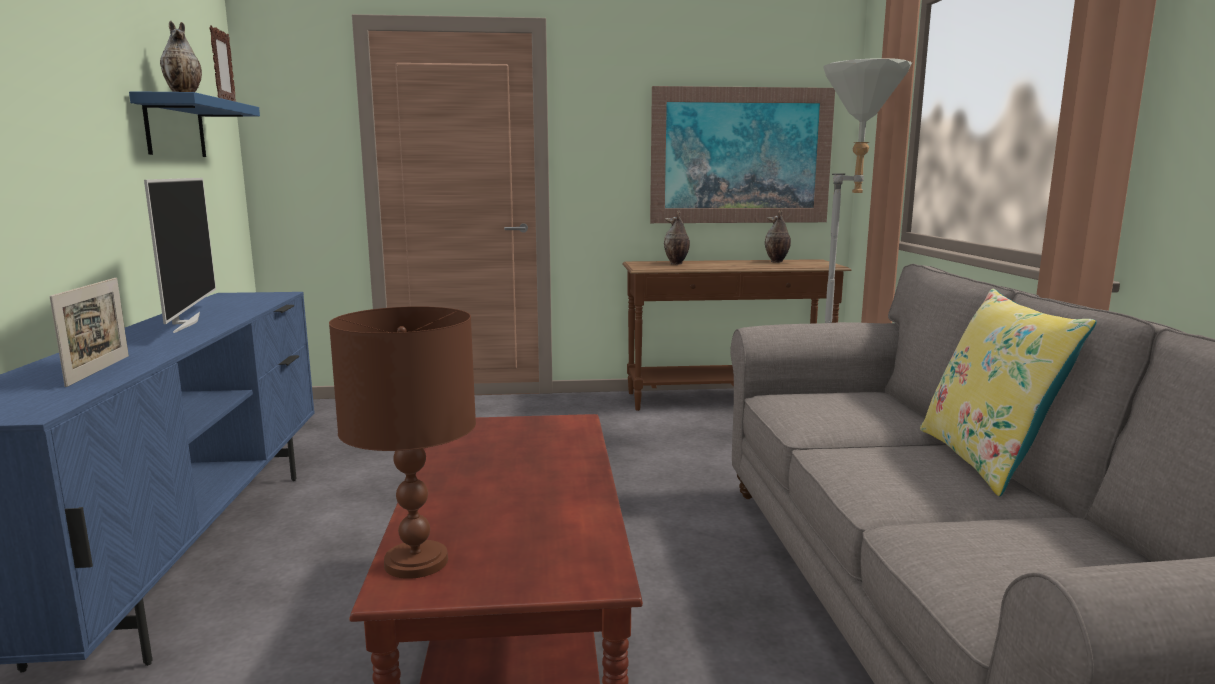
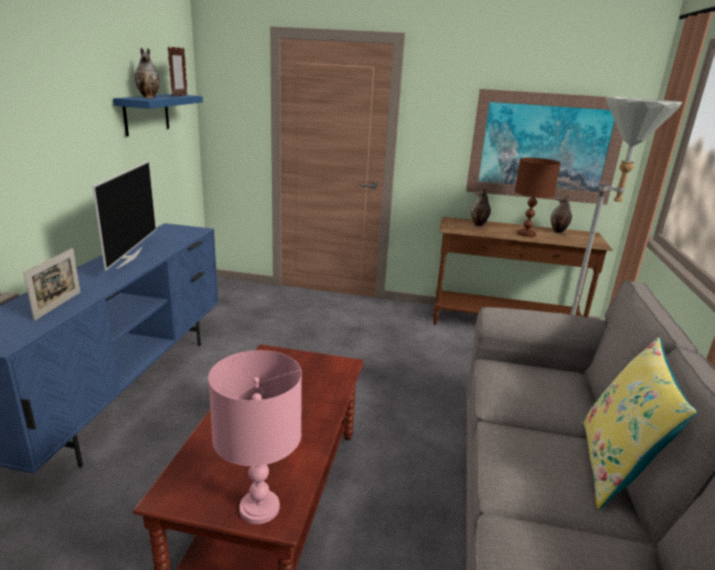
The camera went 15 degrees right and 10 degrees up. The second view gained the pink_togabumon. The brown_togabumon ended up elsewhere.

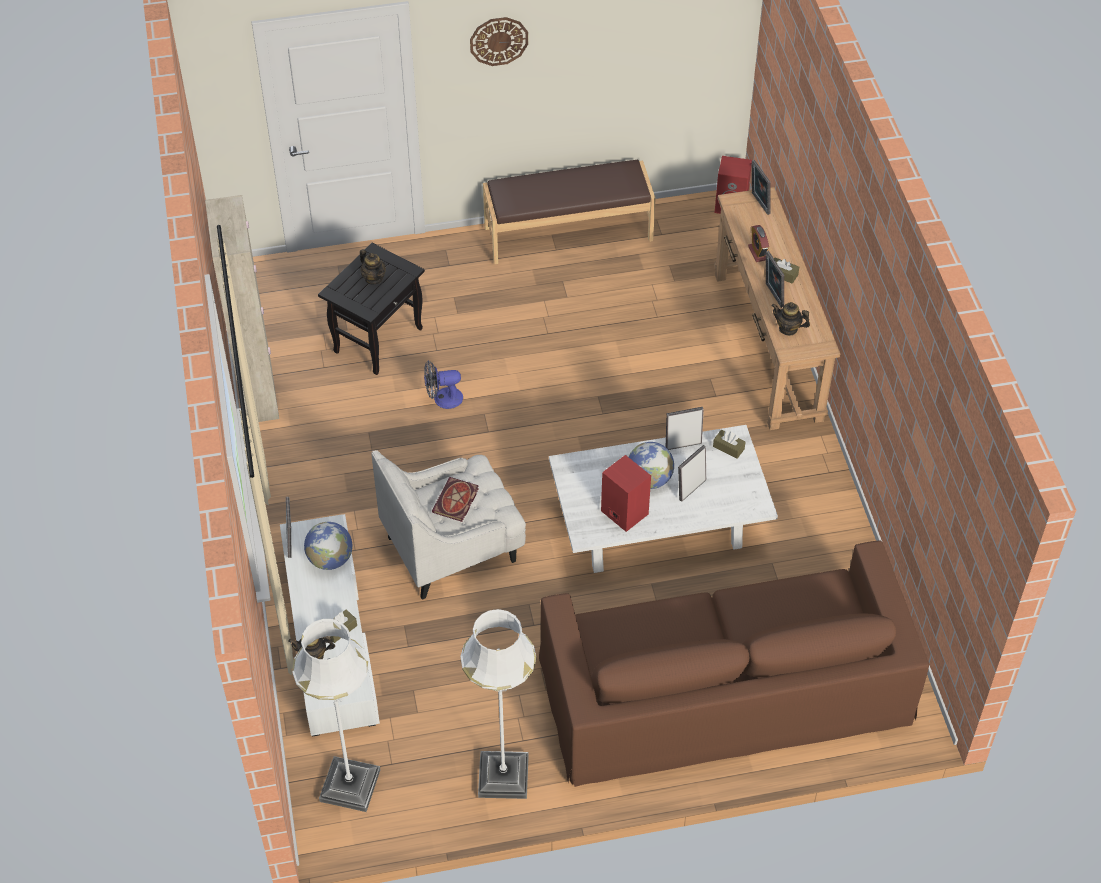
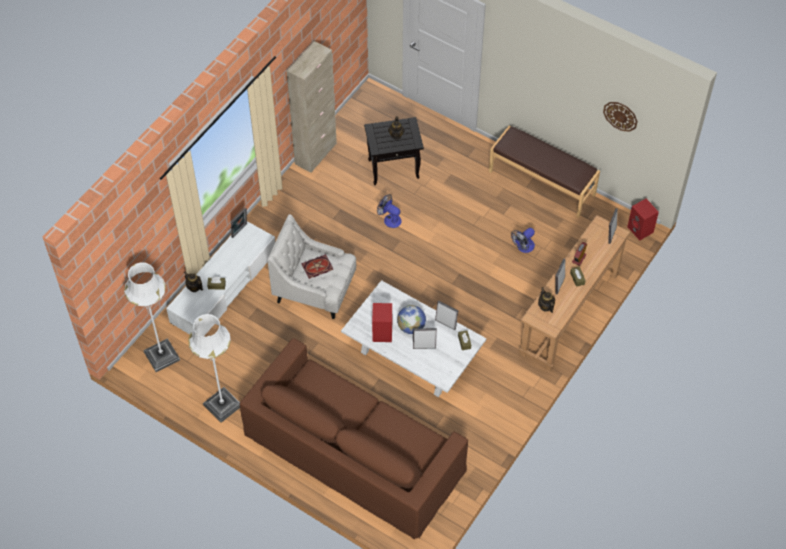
The camera went 45 degrees right and 5 degrees up. The second view lost the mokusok (no. 1 from left). The second view gained the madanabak (no. 2 from left). The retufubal ended up elsewhere.

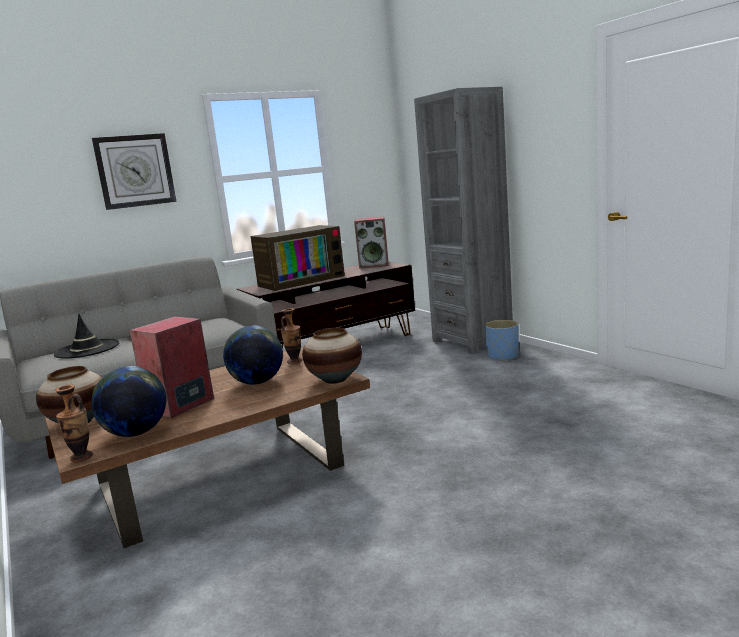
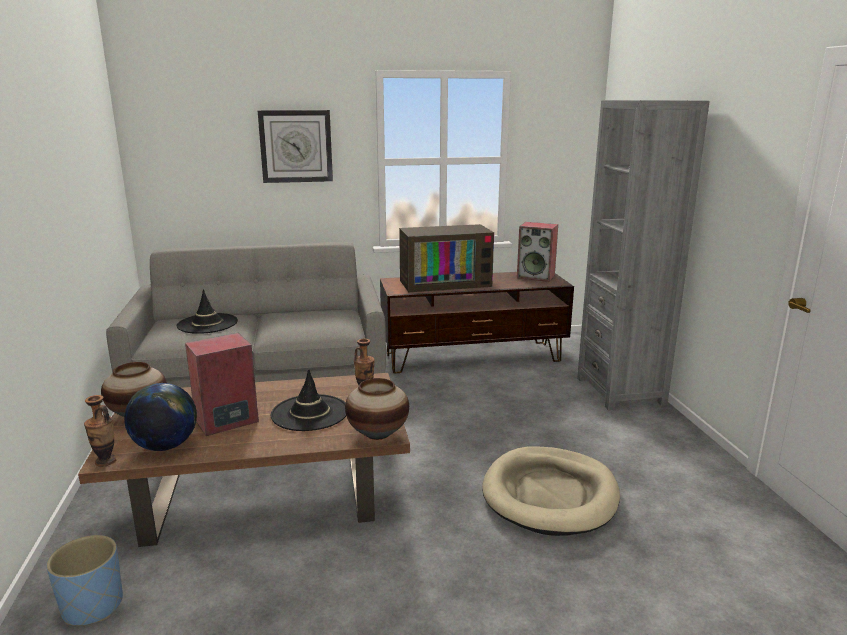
The camera went 20 degrees right and 5 degrees up. The second view gained the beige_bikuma. The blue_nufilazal ended up elsewhere. Where the mokusok (no. 2 from left) stood, the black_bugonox (no. 2 from left) came to stand.

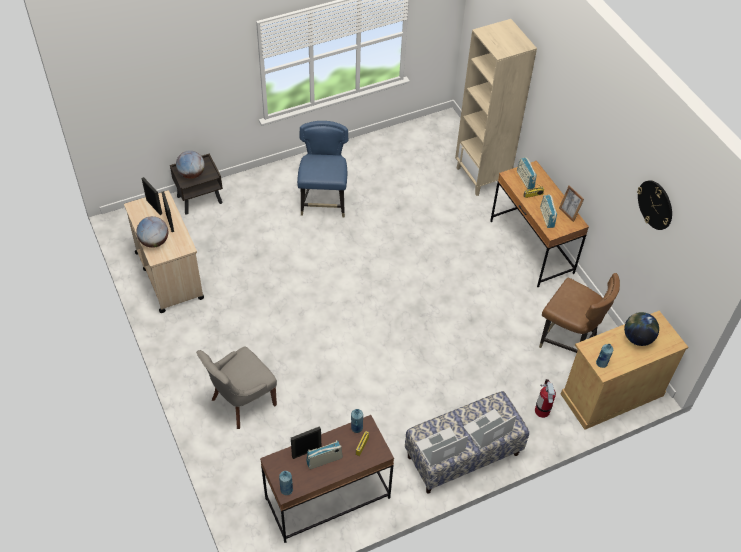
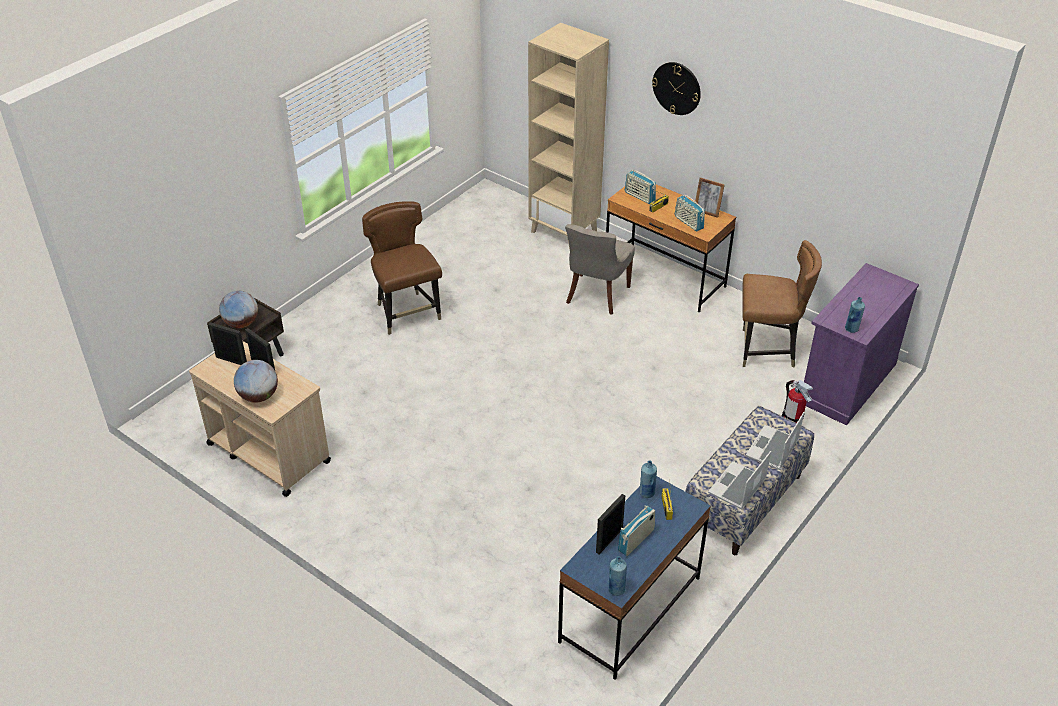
The camera went 25 degrees left and 10 degrees down. The second view lost the mokusok (no. 3 from left). The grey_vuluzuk ended up elsewhere. The retufubal ended up elsewhere. What was the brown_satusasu (no. 1 from left) turned into the blue_satusasu. What was the blue_vuluzuk turned into the brown_vuluzuk (no. 1 from left). What was the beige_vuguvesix turned into the purple_vuguvesix.

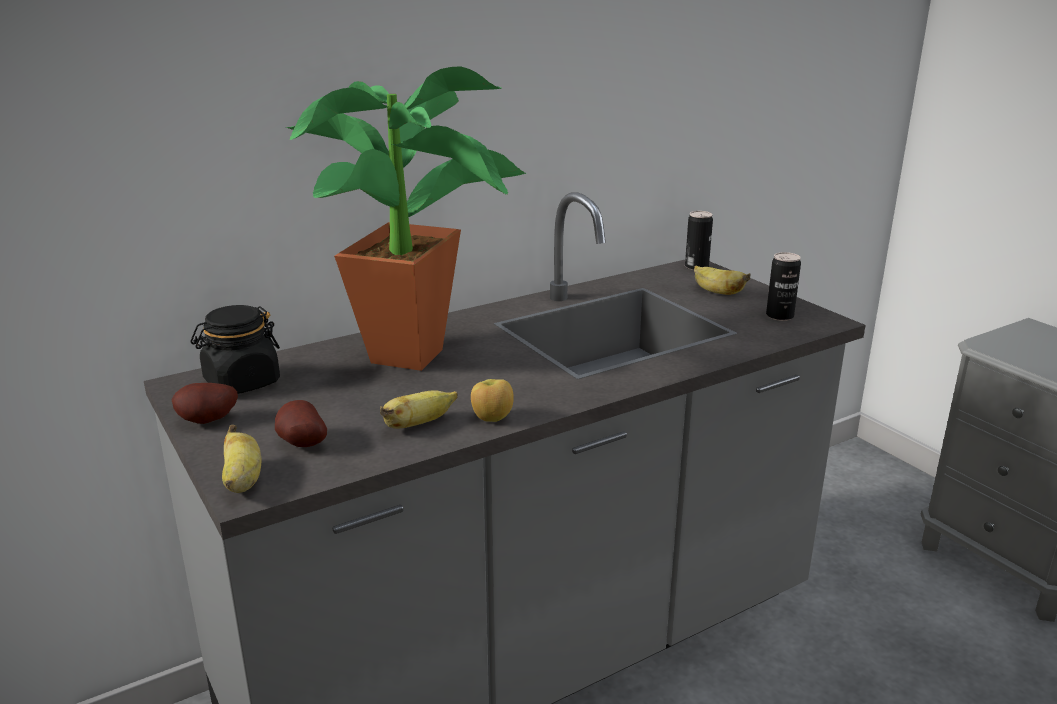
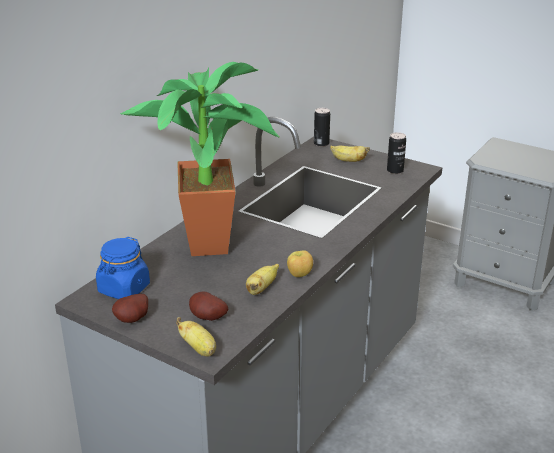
The camera went 25 degrees left and 5 degrees up. What was the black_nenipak turned into the blue_nenipak.

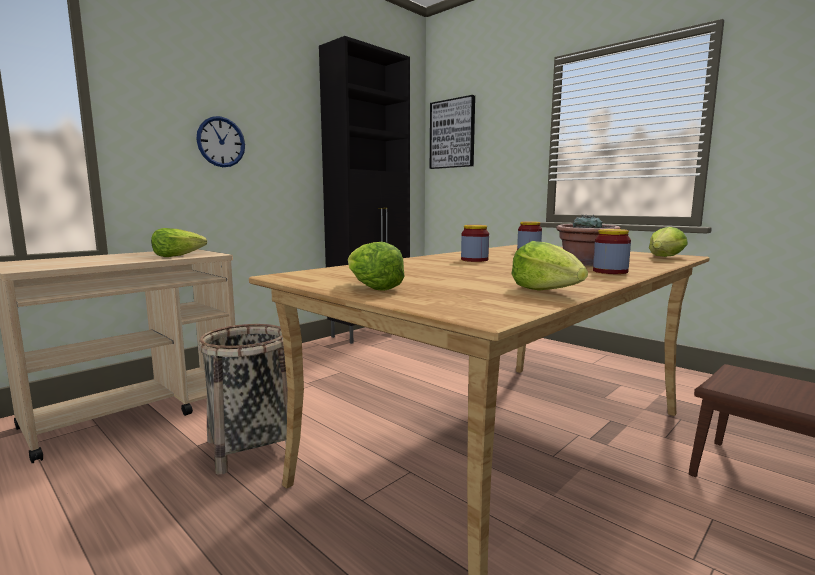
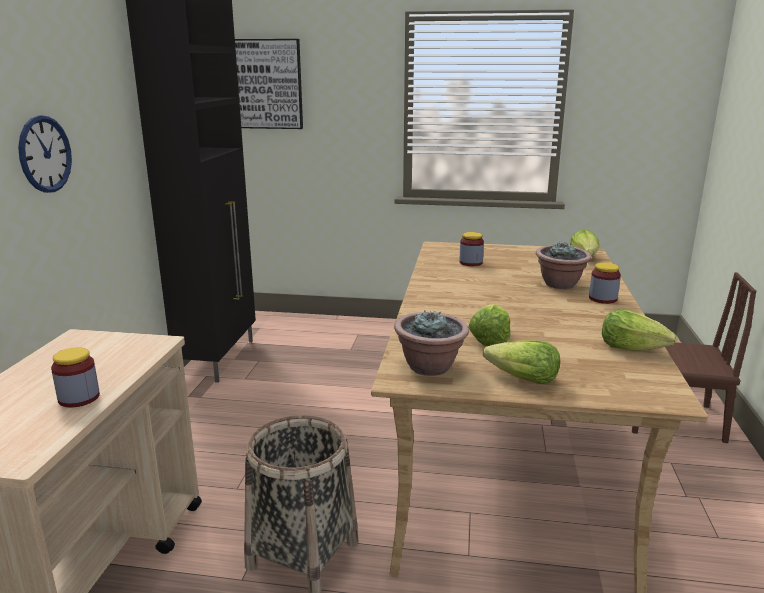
The camera went 35 degrees left and 10 degrees up. The second view gained the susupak (no. 1 from left). The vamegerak (no. 1 from left) ended up elsewhere. The nenipak (no. 1 from left) ended up elsewhere.

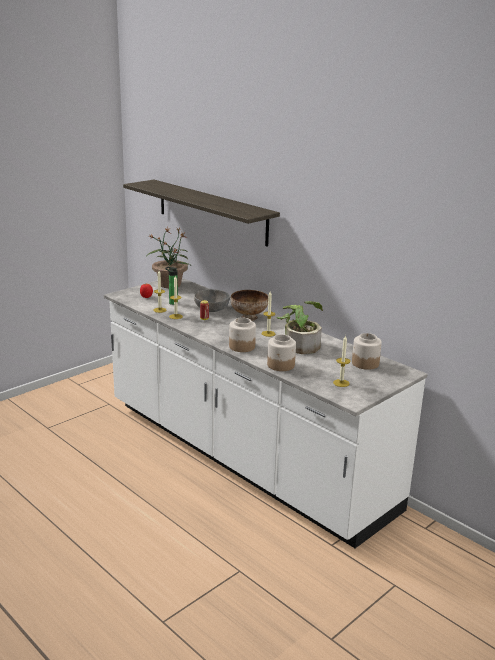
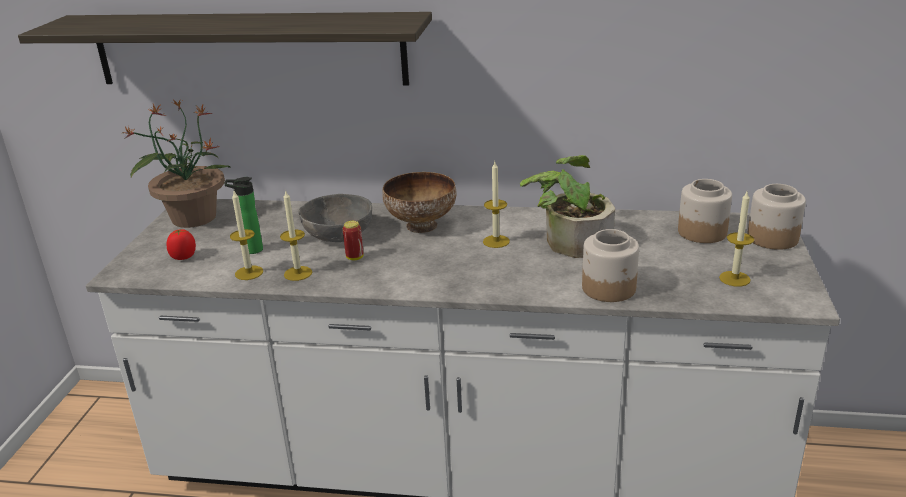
The camera went 35 degrees left and 5 degrees up. The nenipak (no. 1 from left in the first image) ended up elsewhere.

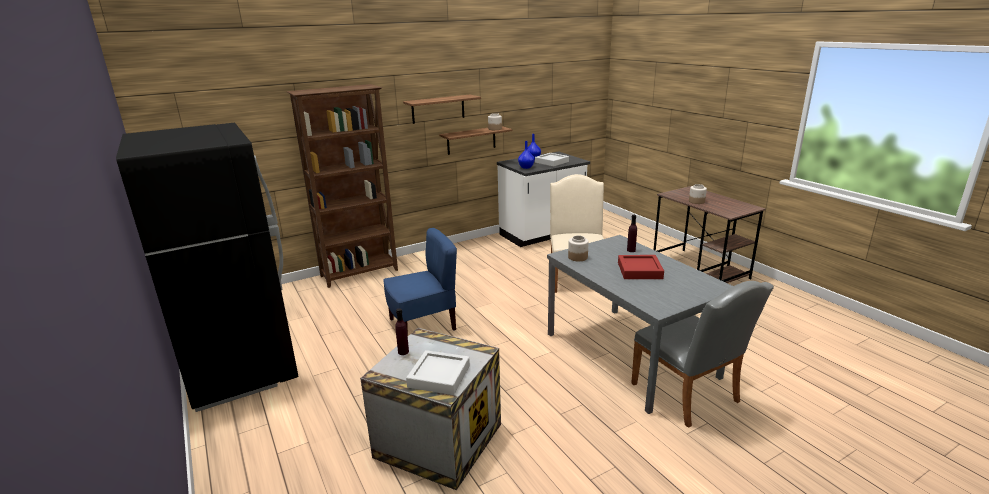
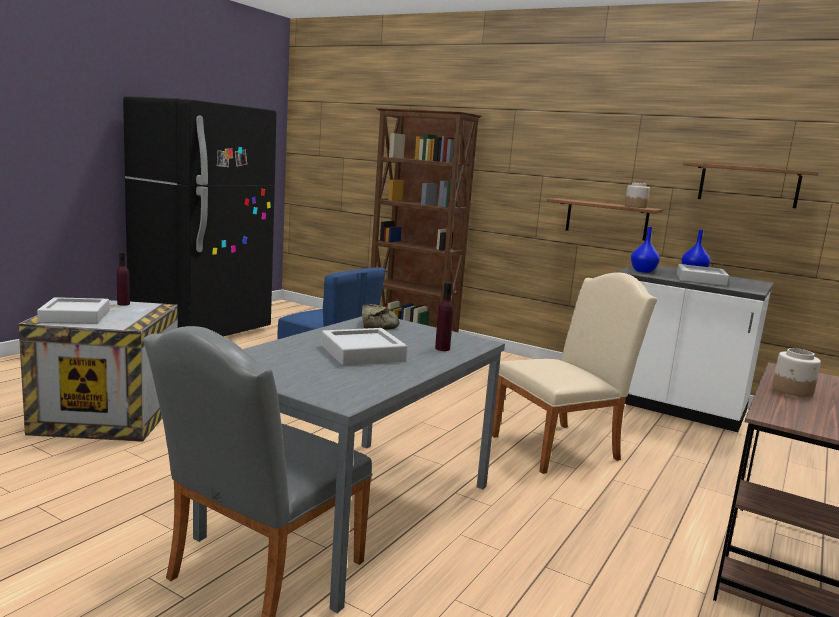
The camera went 60 degrees right and 10 degrees down. The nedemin (no. 1 from left in the first image) ended up elsewhere. Where the nenipak (no. 2 from left) stood, the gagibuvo came to stand. What was the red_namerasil turned into the grey_namerasil (no. 2 from left).

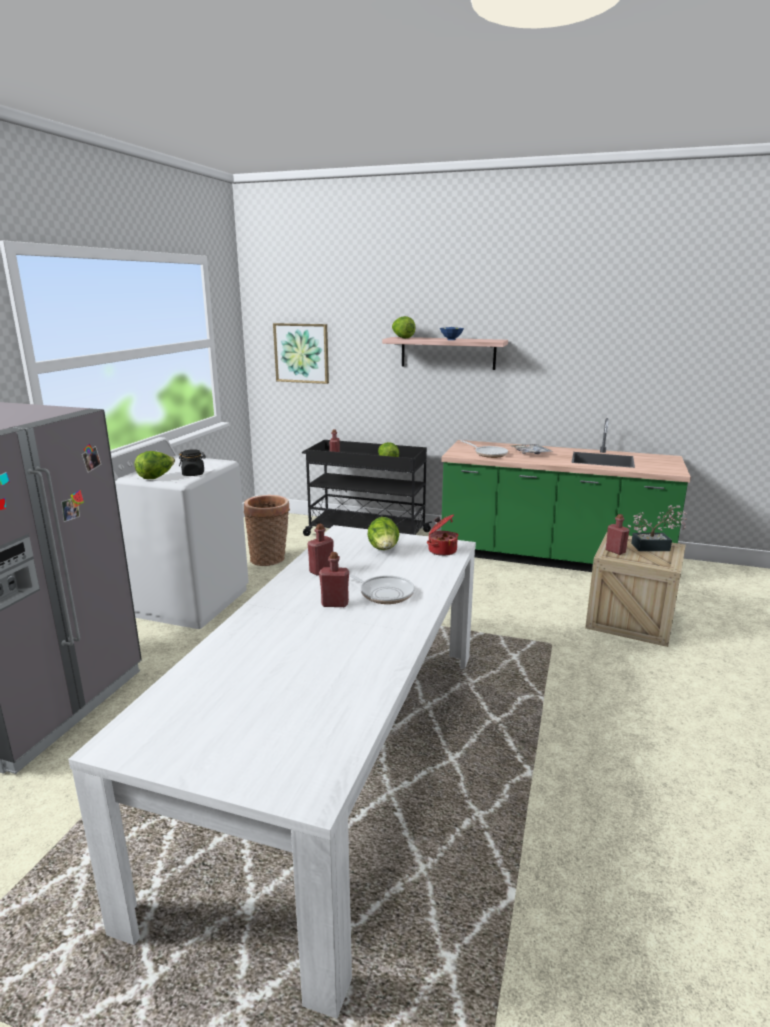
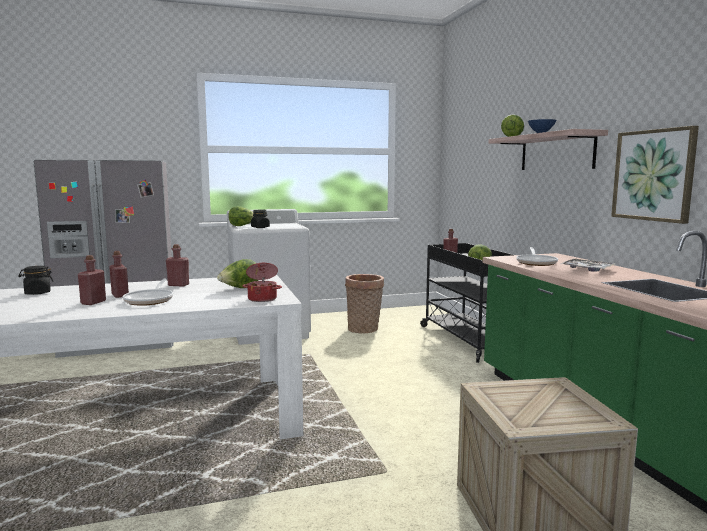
The camera went 55 degrees right and 10 degrees down. The second view lost the susupak. The second view gained the black_nenipak (no. 1 from left). The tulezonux ended up elsewhere. The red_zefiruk (no. 4 from left in the first image) ended up elsewhere.

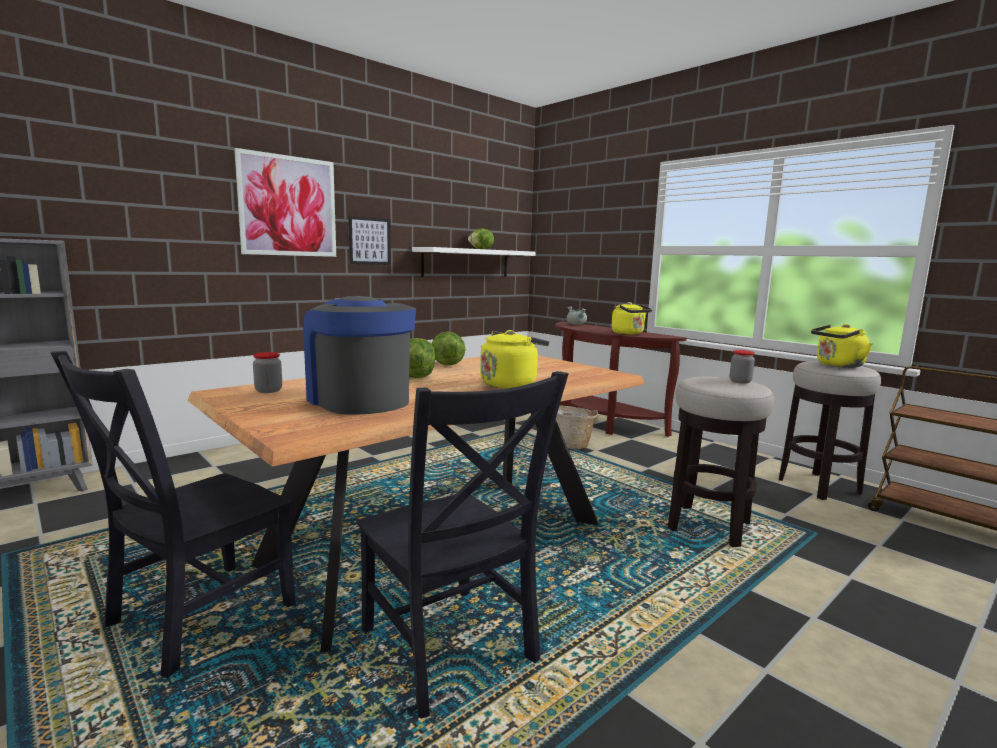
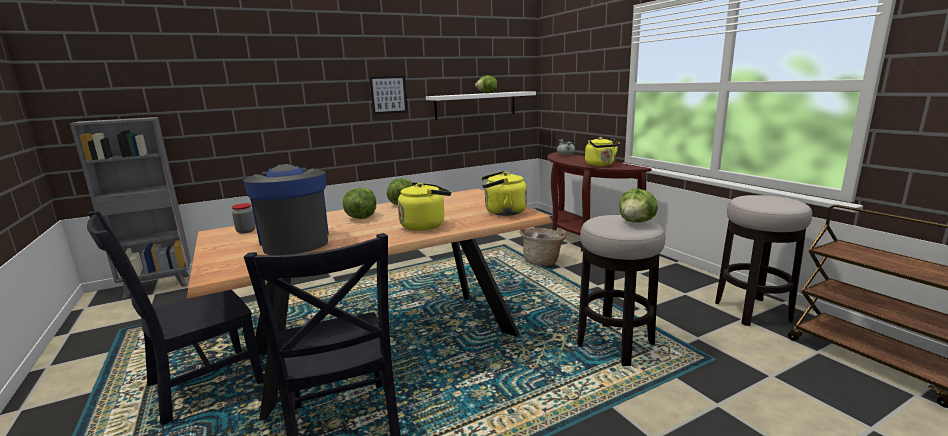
The camera went 15 degrees right and 5 degrees up. The second view lost the tulezonux (no. 1 from left). The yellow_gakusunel (no. 3 from left in the first image) ended up elsewhere. Where the nenipak (no. 2 from left) stood, the vamegerak (no. 4 from left) came to stand.

